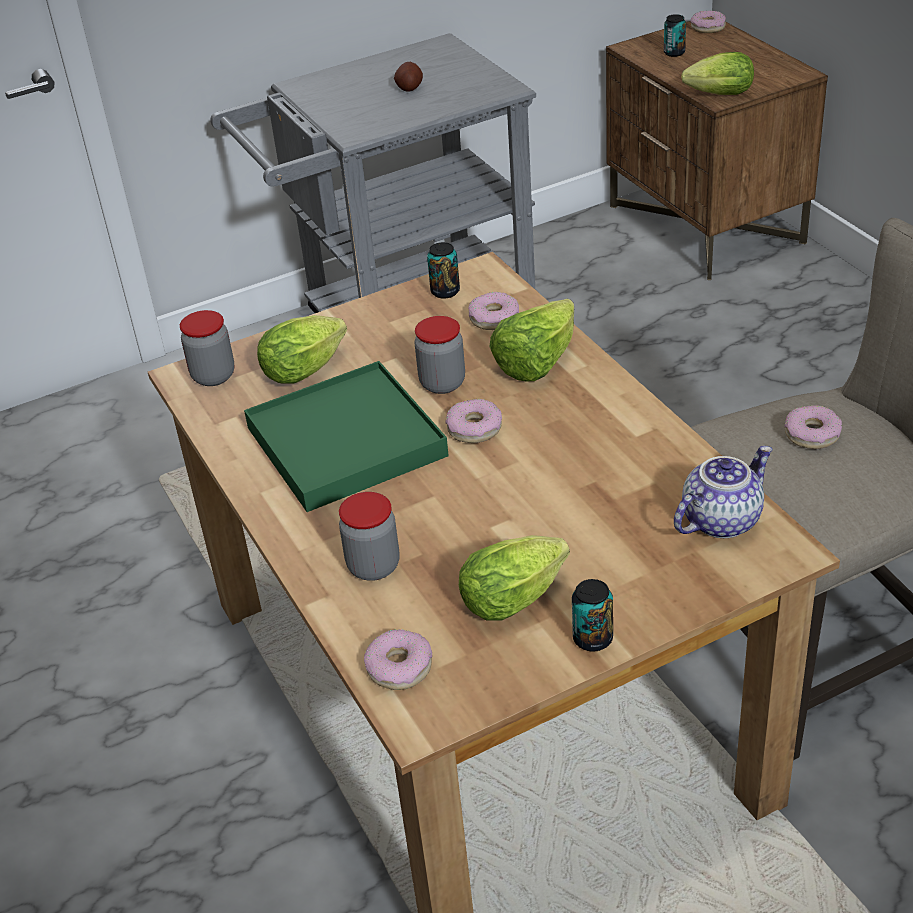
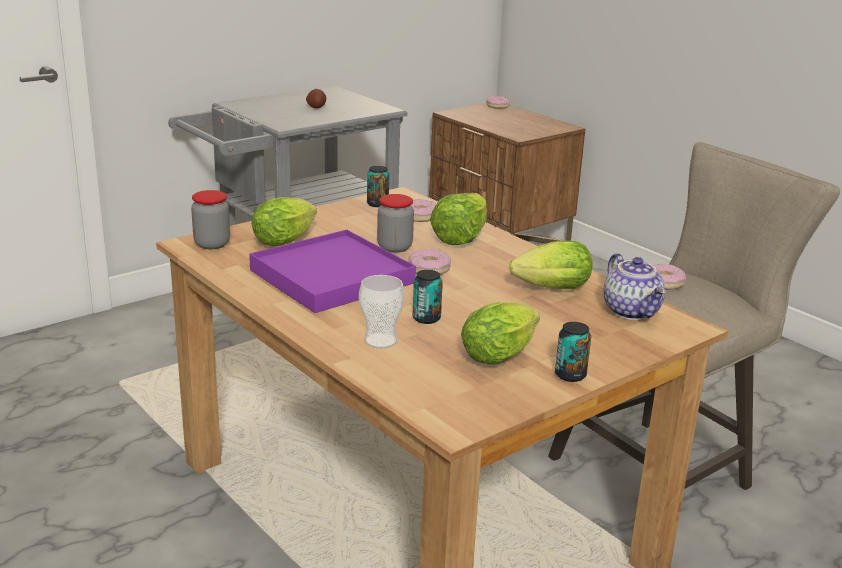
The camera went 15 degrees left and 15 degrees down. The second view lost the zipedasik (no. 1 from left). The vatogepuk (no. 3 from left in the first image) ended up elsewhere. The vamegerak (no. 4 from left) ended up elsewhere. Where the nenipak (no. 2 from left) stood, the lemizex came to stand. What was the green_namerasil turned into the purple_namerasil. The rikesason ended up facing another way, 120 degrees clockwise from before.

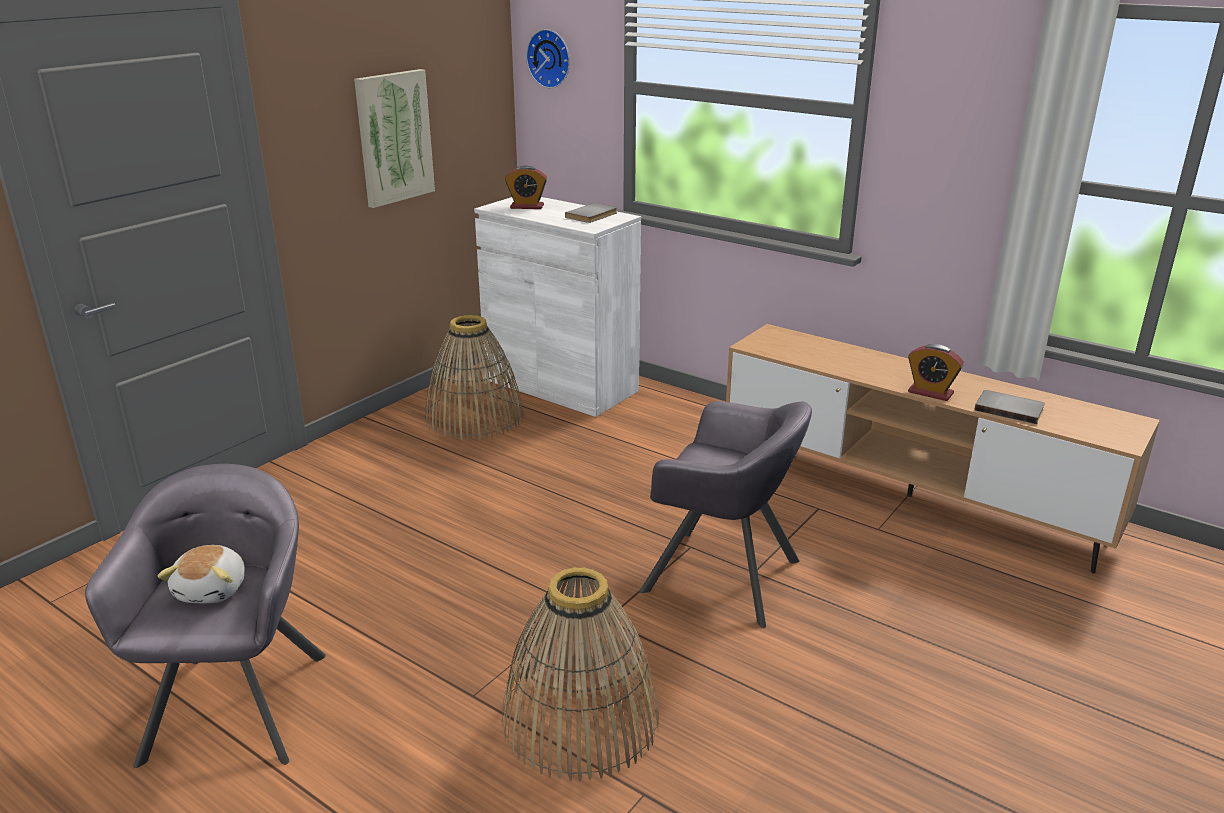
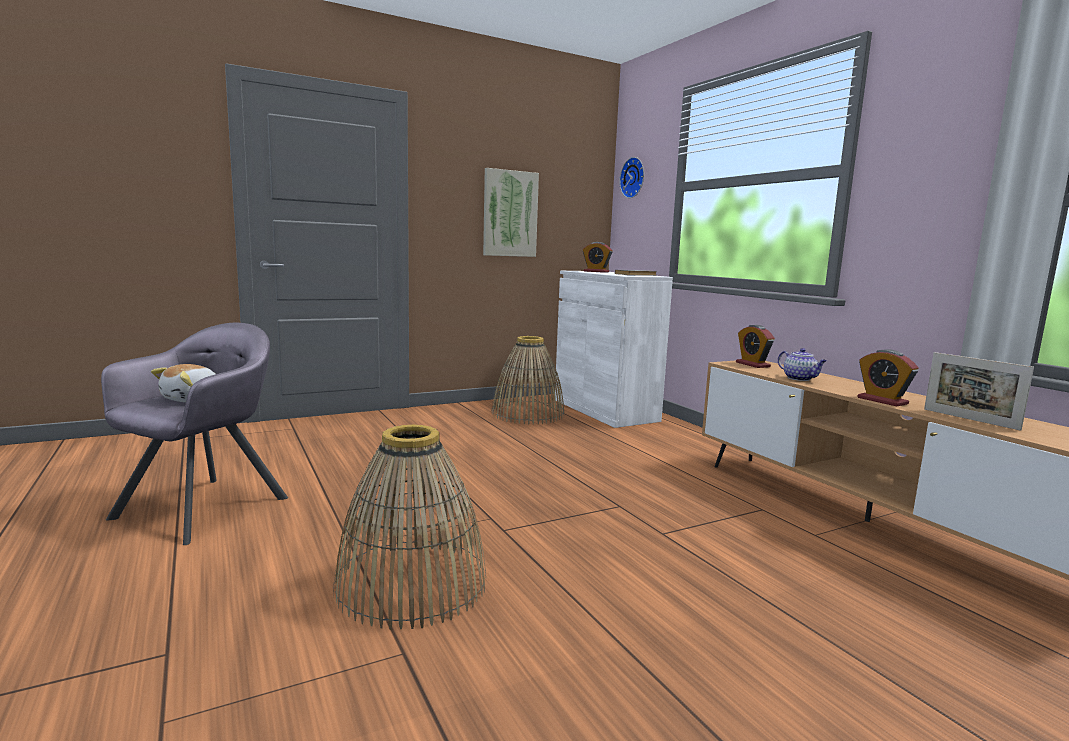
The camera went 25 degrees right and 15 degrees down. The second view lost the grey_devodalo (no. 2 from left). The second view gained the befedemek (no. 2 from left). The second view gained the rikesason. Where the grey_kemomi (no. 2 from left) stood, the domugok came to stand.

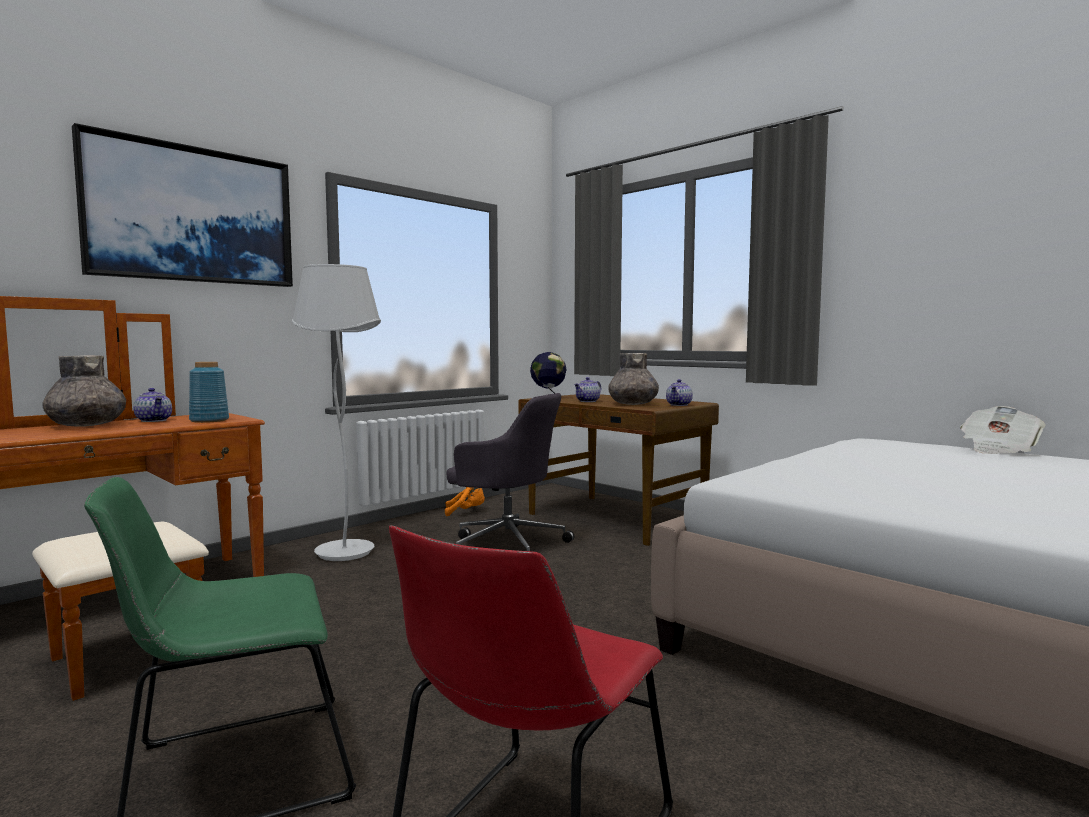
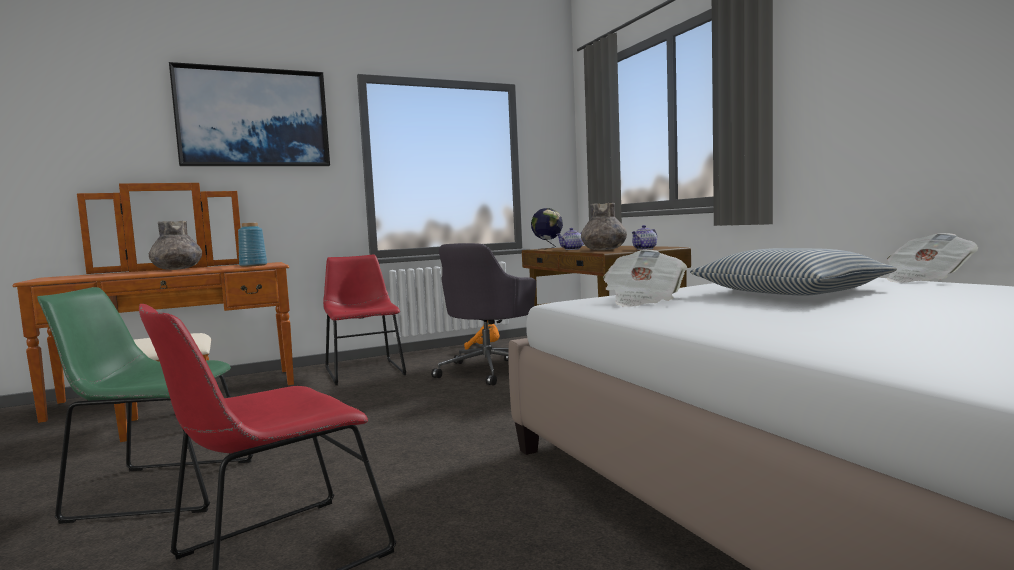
The camera went 20 degrees right and 0 degrees up. The second view lost the rikesason (no. 1 from left). The second view gained the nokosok (no. 1 from left). The second view gained the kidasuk. Where the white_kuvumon stood, the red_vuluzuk (no. 2 from left) came to stand. The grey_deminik ended up facing another way, 75 degrees clockwise from before.

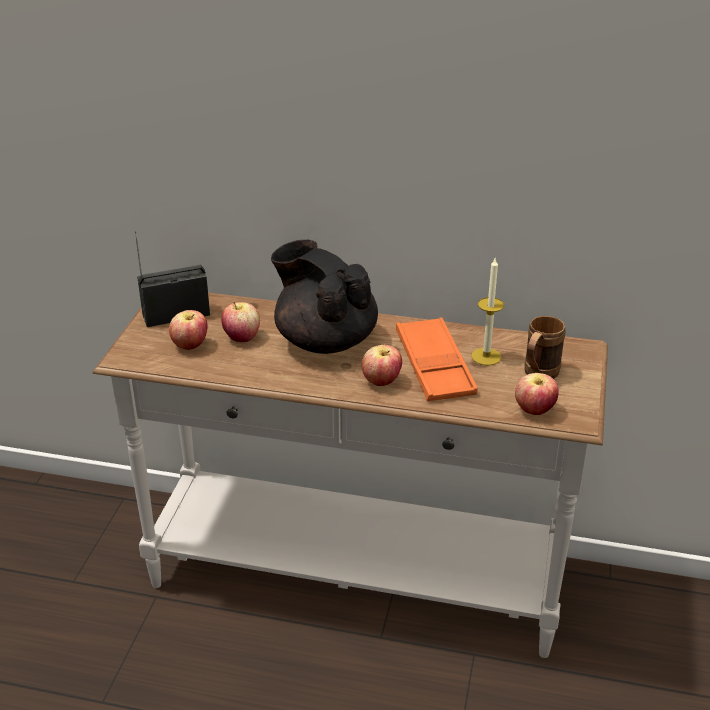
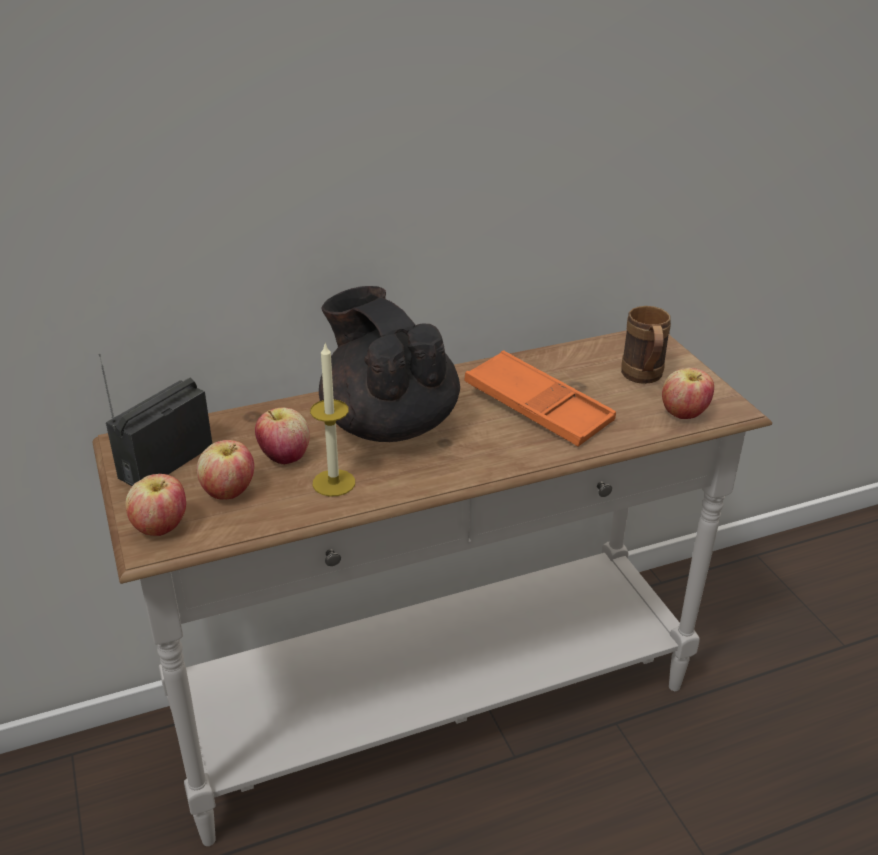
The camera went 35 degrees left and 0 degrees up. The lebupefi (no. 3 from left in the first image) ended up elsewhere. The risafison ended up elsewhere. The black_rikesason ended up facing another way, 45 degrees clockwise from before.

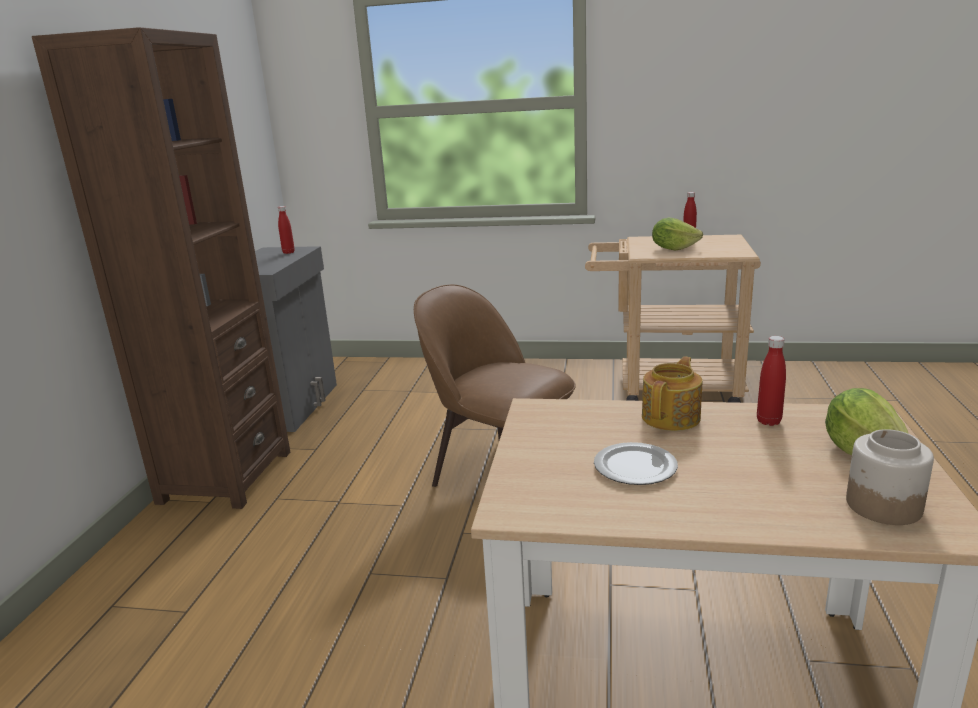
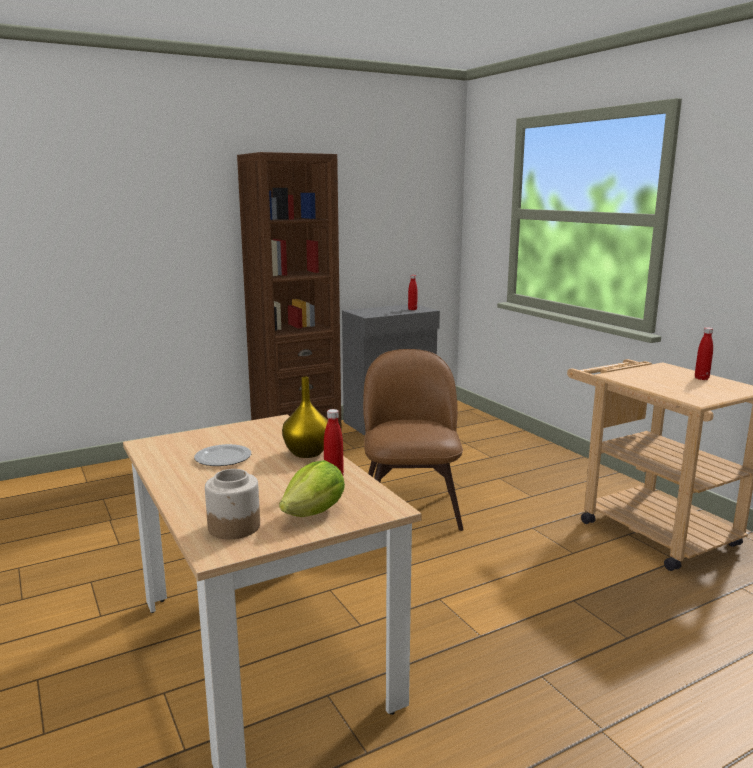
The camera went 50 degrees right and 5 degrees down. The second view lost the vamegerak (no. 1 from left). Where the rikesason stood, the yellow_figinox came to stand.

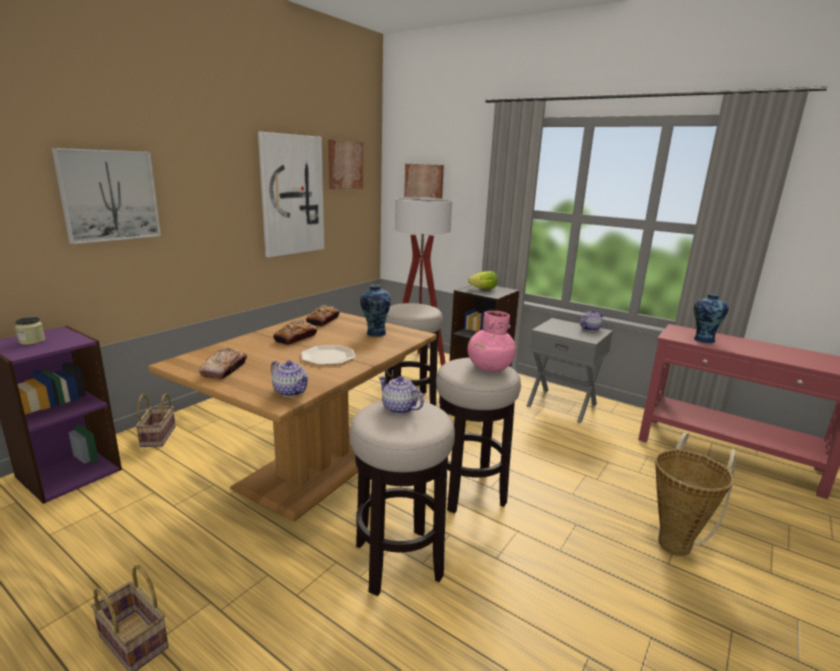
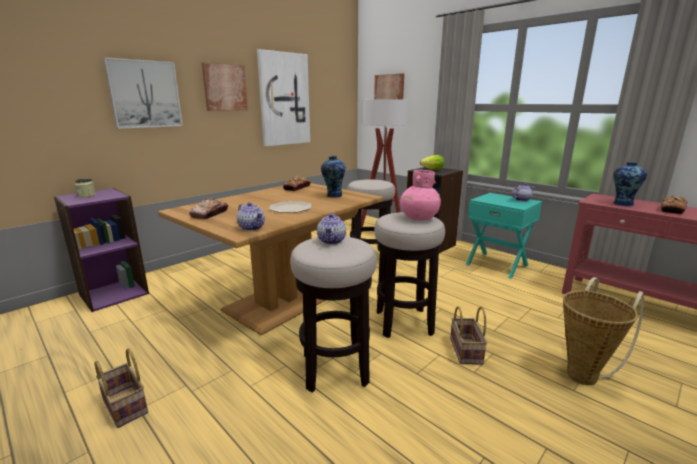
The camera went 10 degrees right and 0 degrees up. The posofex (no. 2 from left) ended up elsewhere. The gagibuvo (no. 2 from left in the first image) ended up elsewhere. The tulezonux (no. 3 from left in the first image) ended up elsewhere. What was the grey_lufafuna turned into the turquoise_lufafuna. The rikesason (no. 2 from left) ended up facing another way, 135 degrees counterclockwise from before.

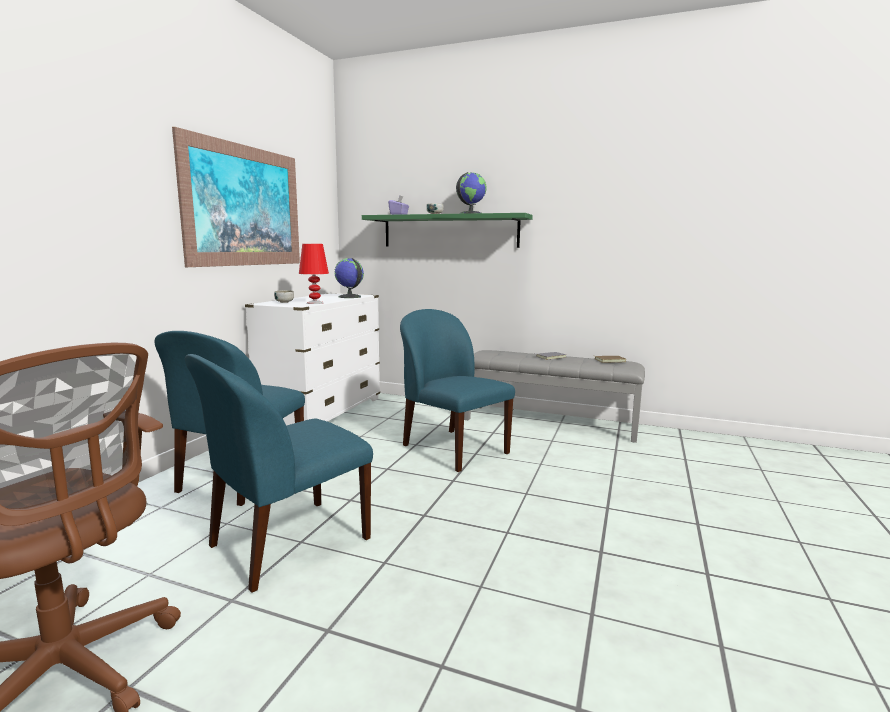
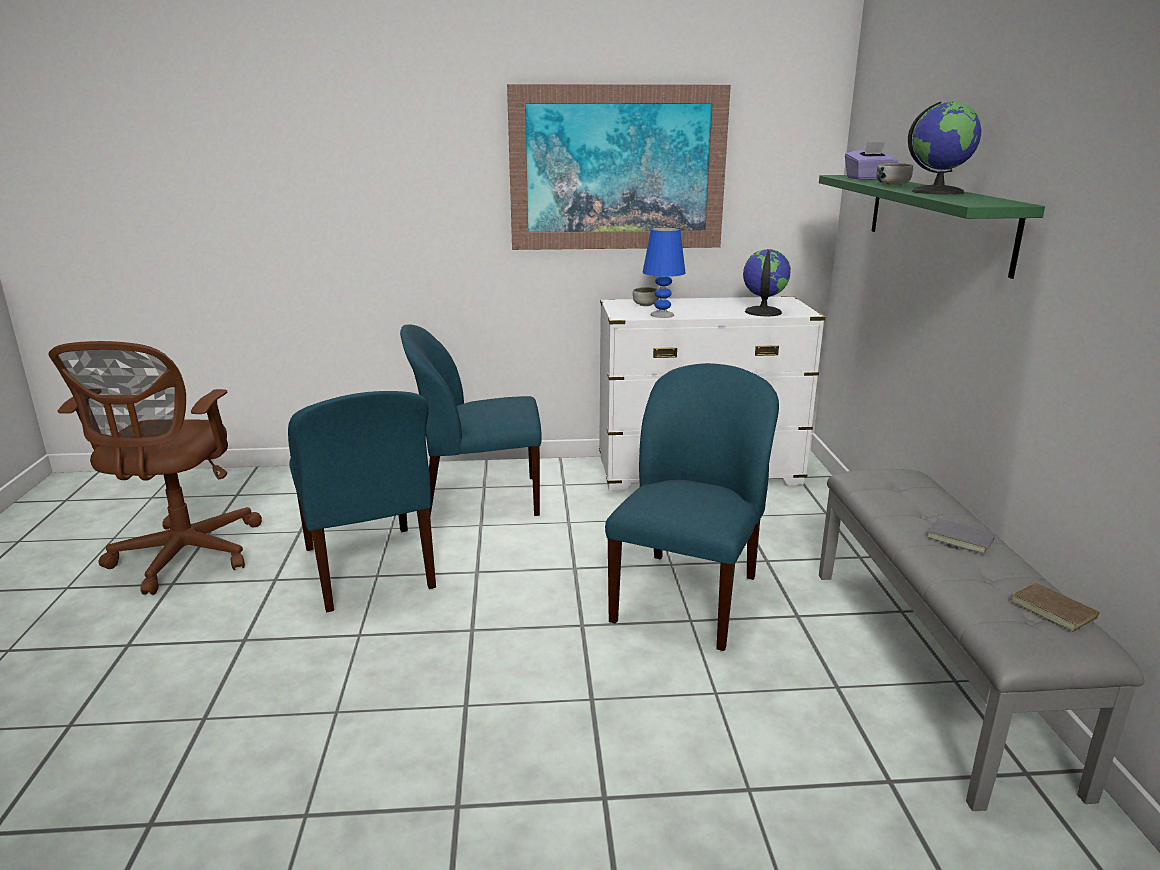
The camera went 65 degrees right and 10 degrees up. What was the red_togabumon turned into the blue_togabumon. The blue_vuluzuk (no. 2 from left in the first image) ended up facing another way, 135 degrees counterclockwise from before.

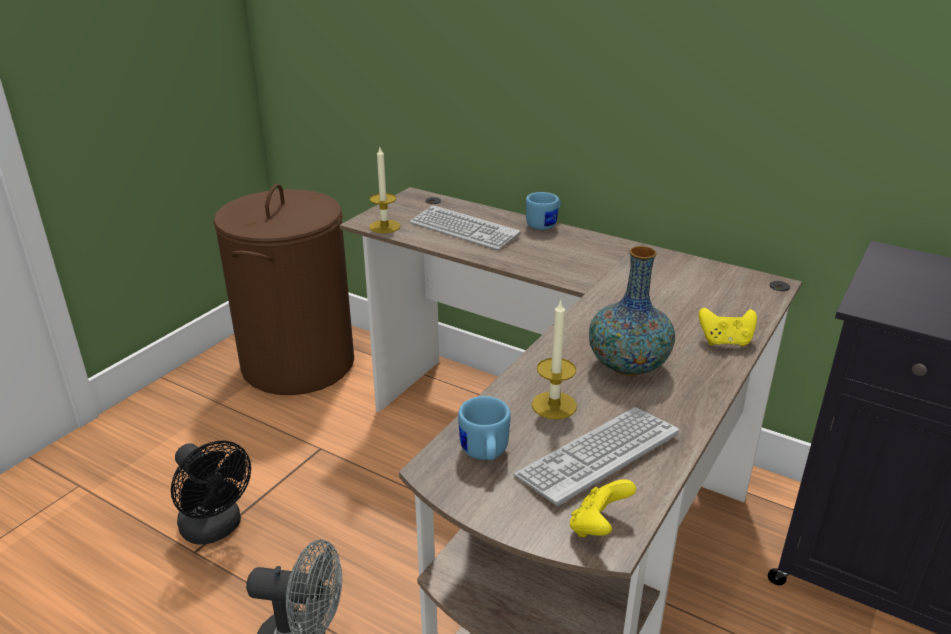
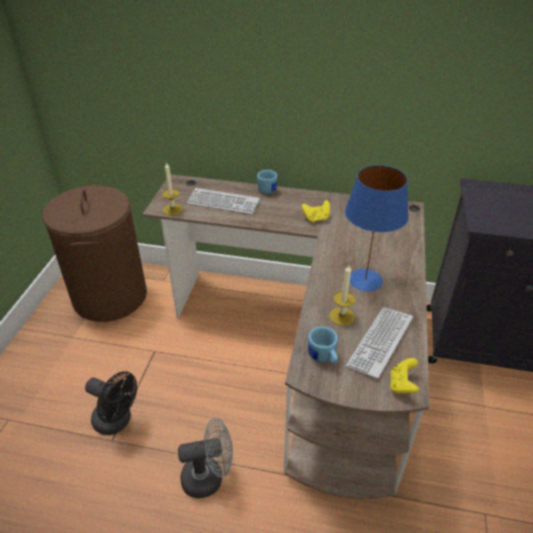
The camera went 20 degrees left and 10 degrees up. The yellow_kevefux (no. 2 from left in the first image) ended up elsewhere. Where the figinox stood, the blue_togabumon came to stand.

